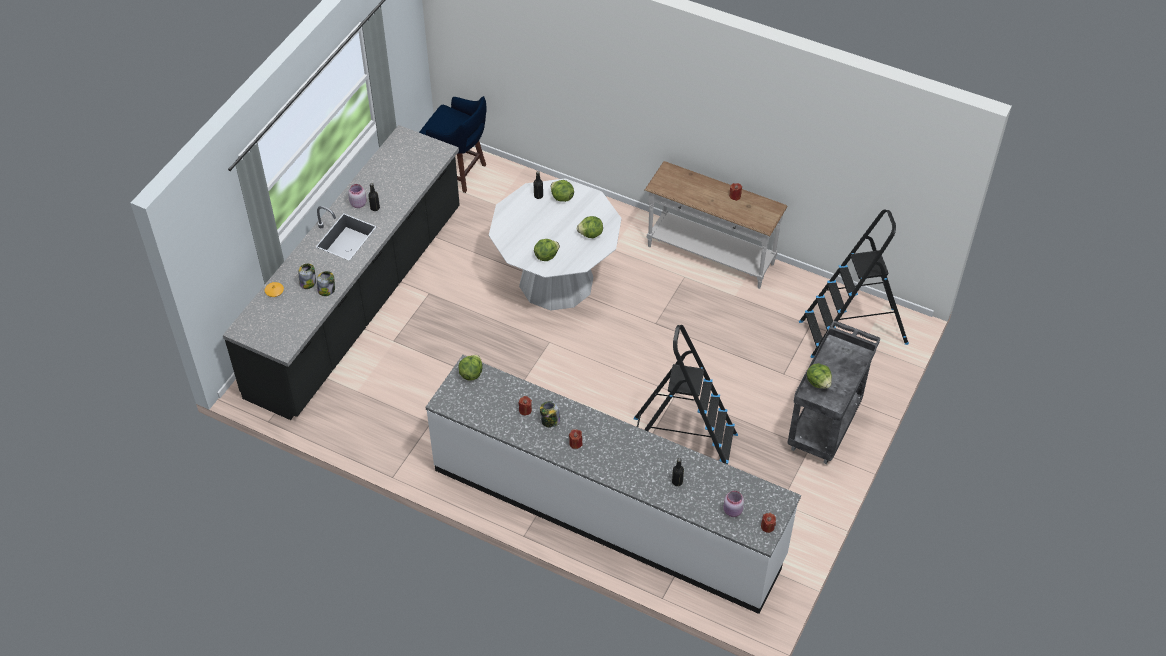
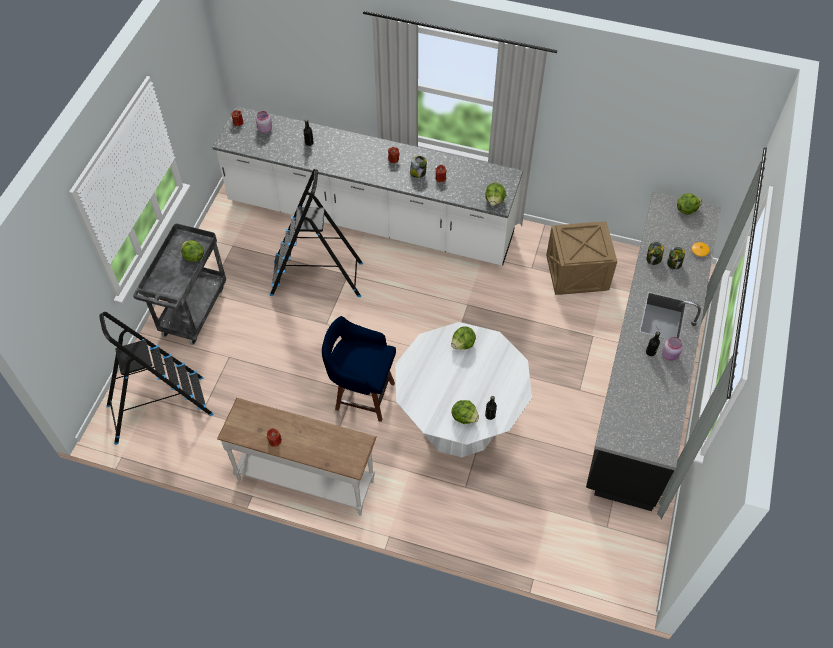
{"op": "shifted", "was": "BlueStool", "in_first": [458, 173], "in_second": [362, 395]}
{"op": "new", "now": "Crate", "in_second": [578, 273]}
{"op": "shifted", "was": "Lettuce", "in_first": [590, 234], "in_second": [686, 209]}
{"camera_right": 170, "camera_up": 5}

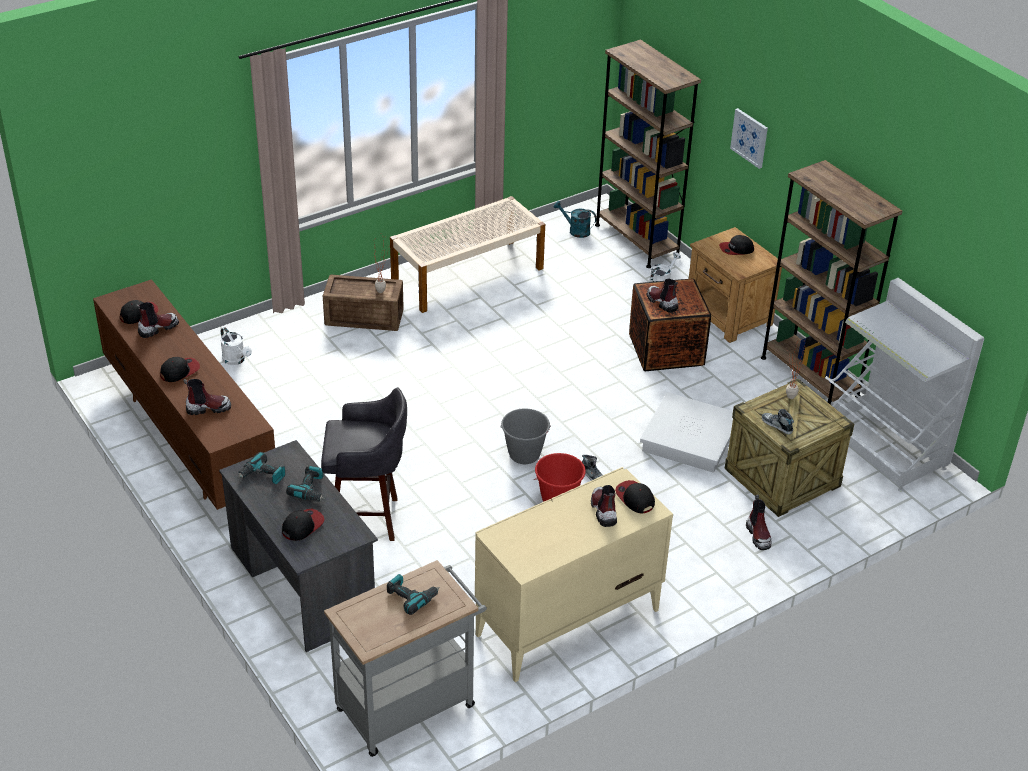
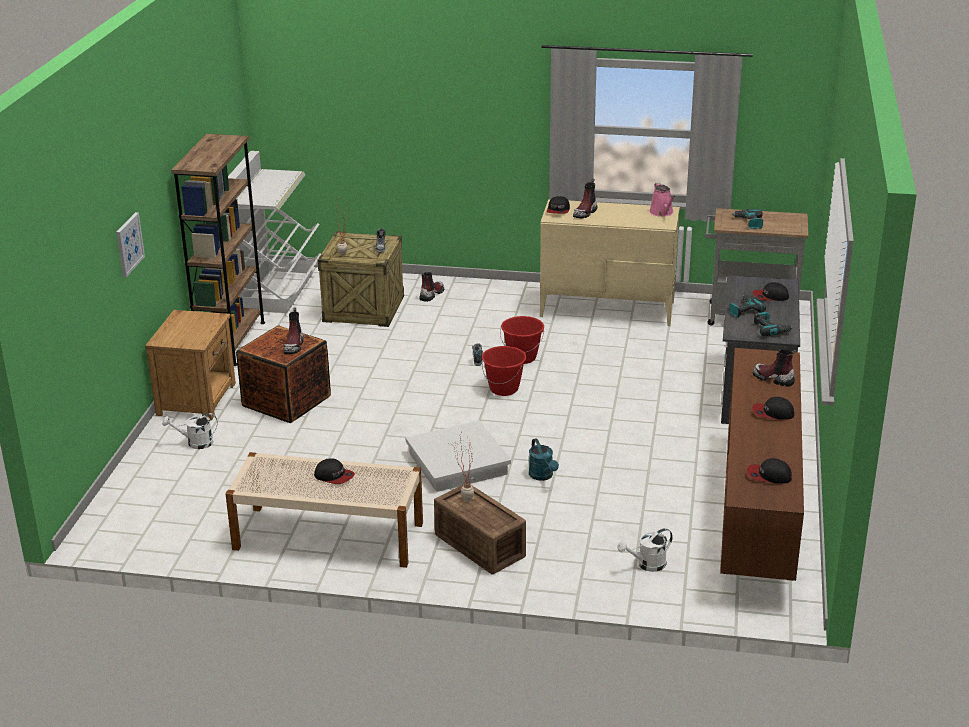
{"op": "shifted", "was": "Cap", "in_first": [736, 249], "in_second": [334, 476]}
{"op": "shifted", "was": "WhiteStorageBox", "in_first": [689, 438], "in_second": [457, 463]}
{"op": "repainted", "was": "GreyBucket", "now": "RedBucket", "in_first": [524, 455], "in_second": [504, 389]}
{"op": "shifted", "was": "TurquoiseWateringCan", "in_first": [575, 231], "in_second": [543, 476]}
{"op": "rotated", "was": "WhiteWateringCan", "in_first": [236, 360], "in_second": [647, 565], "clockwise": -120}
{"op": "new", "now": "PinkWateringCan", "in_second": [662, 212]}
{"op": "gone", "was": "Boot", "in_first": [158, 328]}
{"op": "gone", "was": "GreyStool", "in_first": [368, 519]}
{"op": "gone", "was": "BrownBookcase", "in_first": [636, 240]}
{"camera_right": -135, "camera_up": -10}

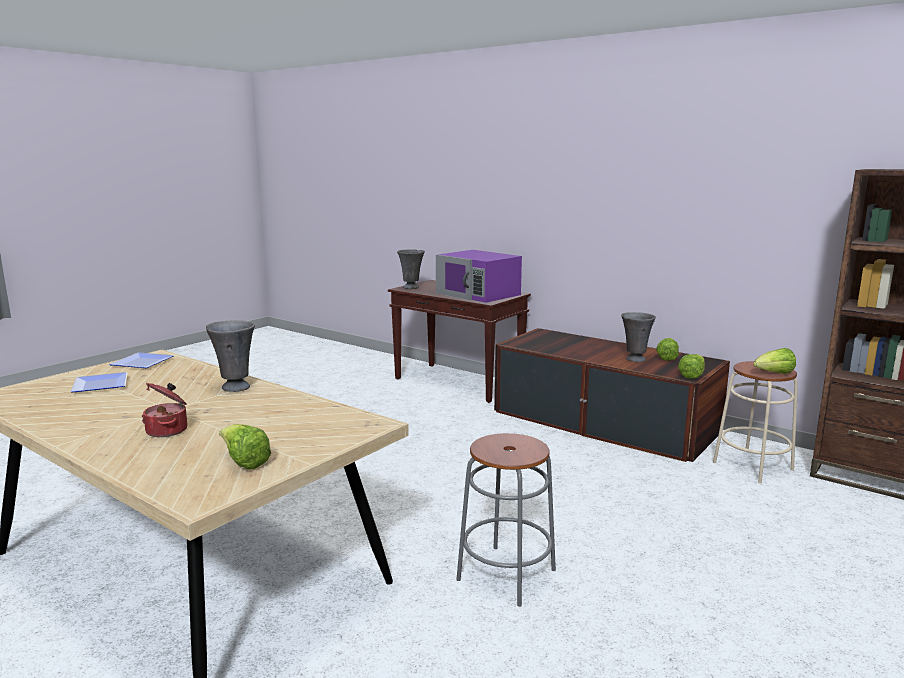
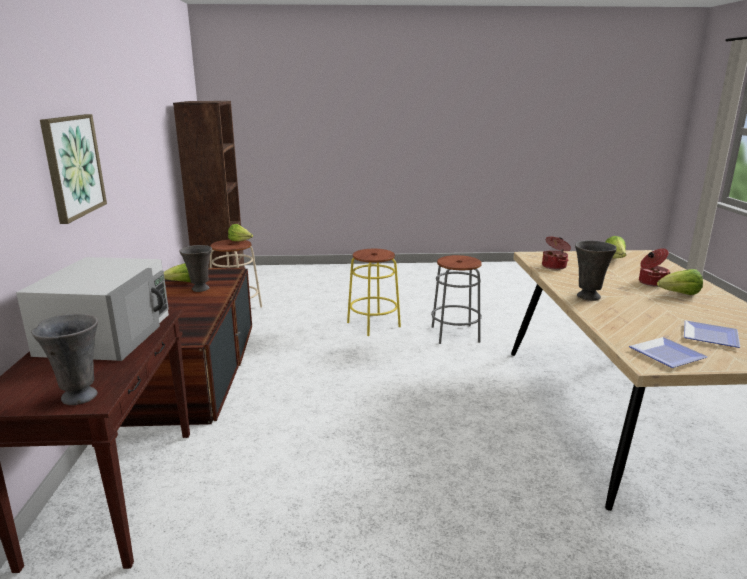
{"op": "repainted", "was": "PurpleMicrowave", "now": "WhiteMicrowave", "in_first": [478, 294], "in_second": [107, 333]}
{"op": "new", "now": "Picture", "in_second": [73, 166]}
{"op": "new", "now": "YellowStool", "in_second": [373, 324]}
{"op": "new", "now": "CookingPot", "in_second": [554, 266]}
{"op": "shifted", "was": "Lettuce", "in_first": [692, 375], "in_second": [679, 294]}
{"camera_right": -130, "camera_up": 5}

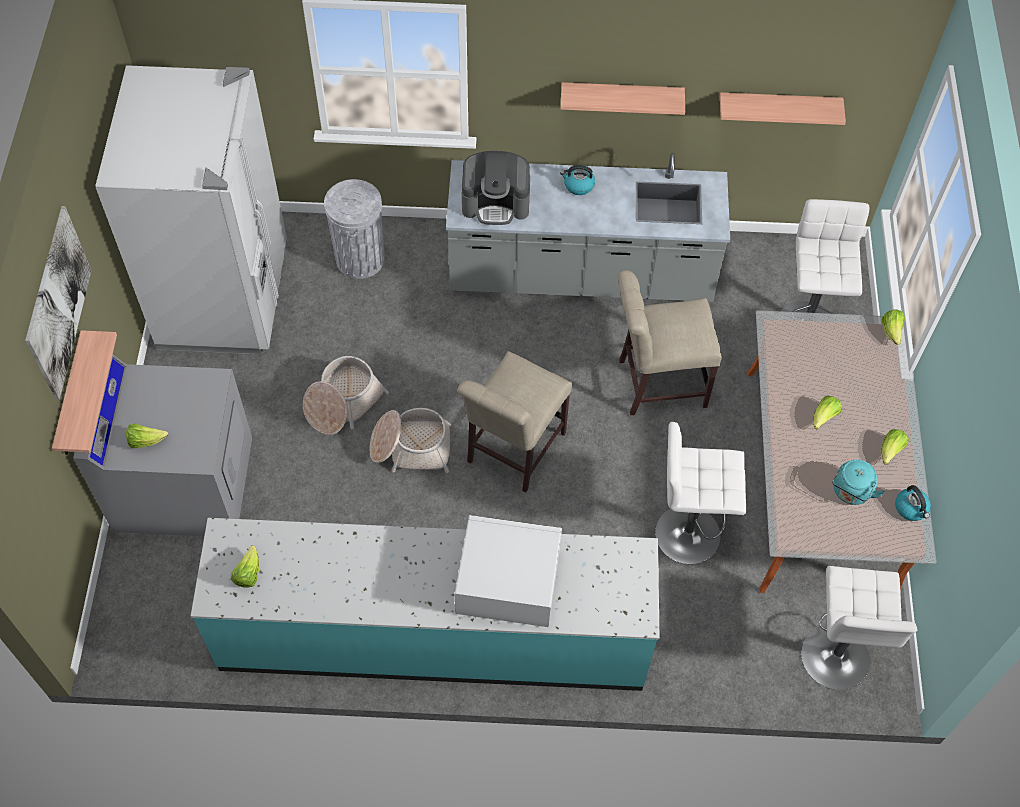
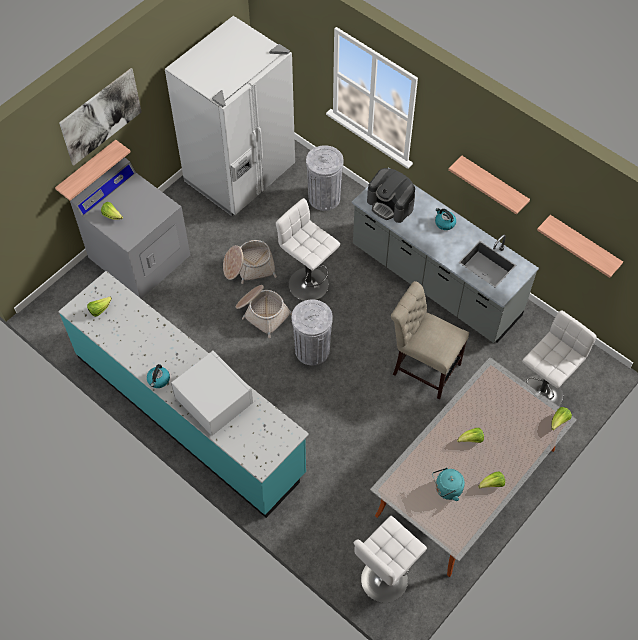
{"op": "shifted", "was": "Kettle", "in_first": [911, 508], "in_second": [158, 380]}
{"op": "shifted", "was": "WhiteStool", "in_first": [687, 534], "in_second": [308, 283]}
{"op": "swapped", "was": "BeigeChair", "now": "GreyTrashCan", "in_first": [512, 451], "in_second": [312, 350]}
{"camera_right": 40, "camera_up": 0}

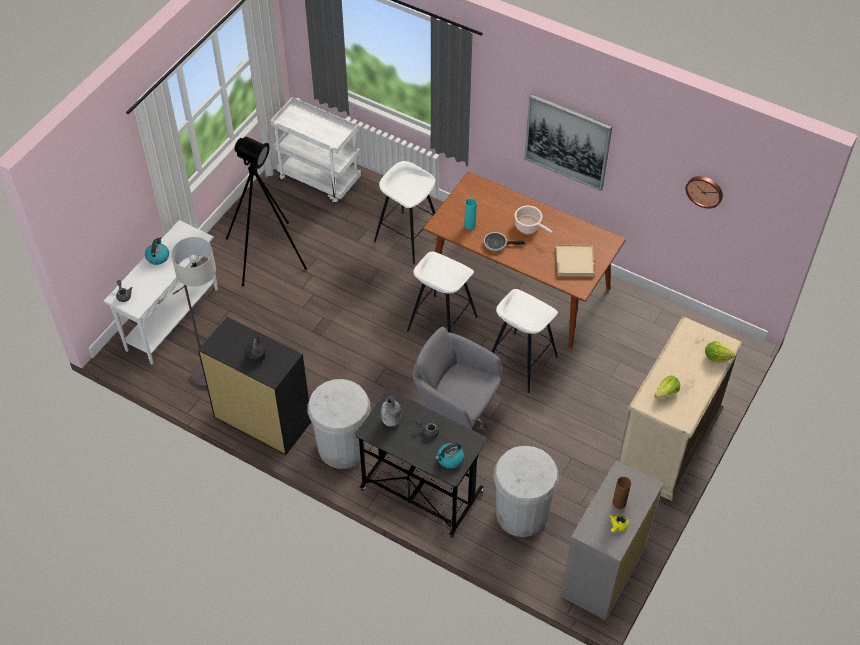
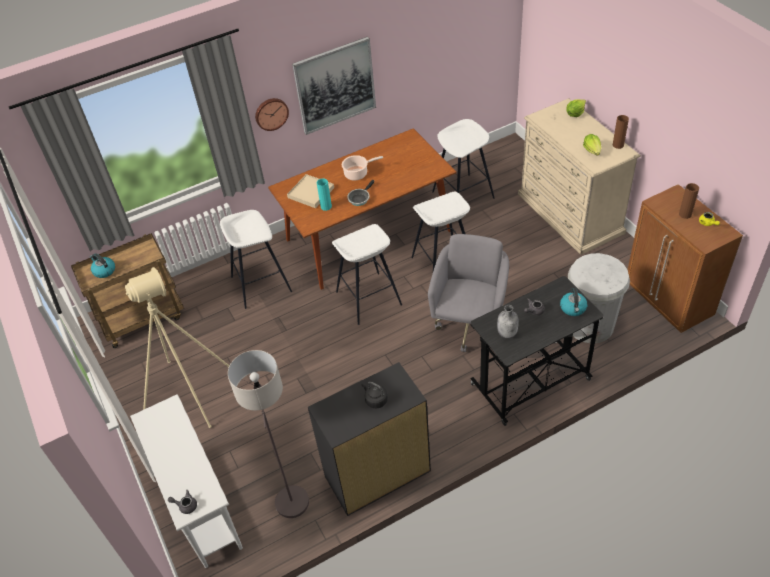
{"op": "repainted", "was": "WhiteCart", "now": "BrownCart", "in_first": [320, 180], "in_second": [143, 318]}
{"op": "shifted", "was": "Kettle", "in_first": [158, 257], "in_second": [104, 271]}
{"op": "repainted", "was": "BlackFloorLamp", "now": "BeigeFloorLamp", "in_first": [266, 254], "in_second": [189, 393]}
{"op": "shifted", "was": "WallClock", "in_first": [705, 190], "in_second": [271, 113]}
{"op": "shifted", "was": "BeigeTray", "in_first": [574, 262], "in_second": [311, 192]}
{"op": "rotated", "was": "GreyOfficeChair", "in_first": [455, 417], "in_second": [469, 328], "clockwise": 135}
{"op": "new", "now": "WhiteStool", "in_second": [463, 195]}
{"op": "new", "now": "BrownVase", "in_second": [618, 145]}
{"op": "repainted", "was": "GreyCabinet", "now": "BrownCabinet", "in_first": [603, 571], "in_second": [669, 297]}
{"op": "gone", "was": "WhiteTrashCan", "in_first": [342, 447]}
{"camera_right": -55, "camera_up": -5}

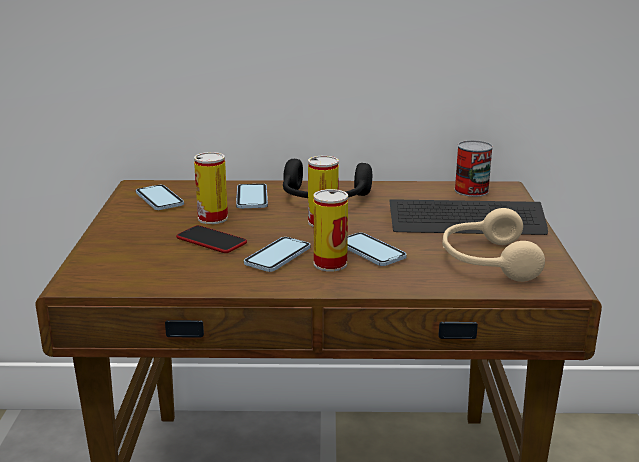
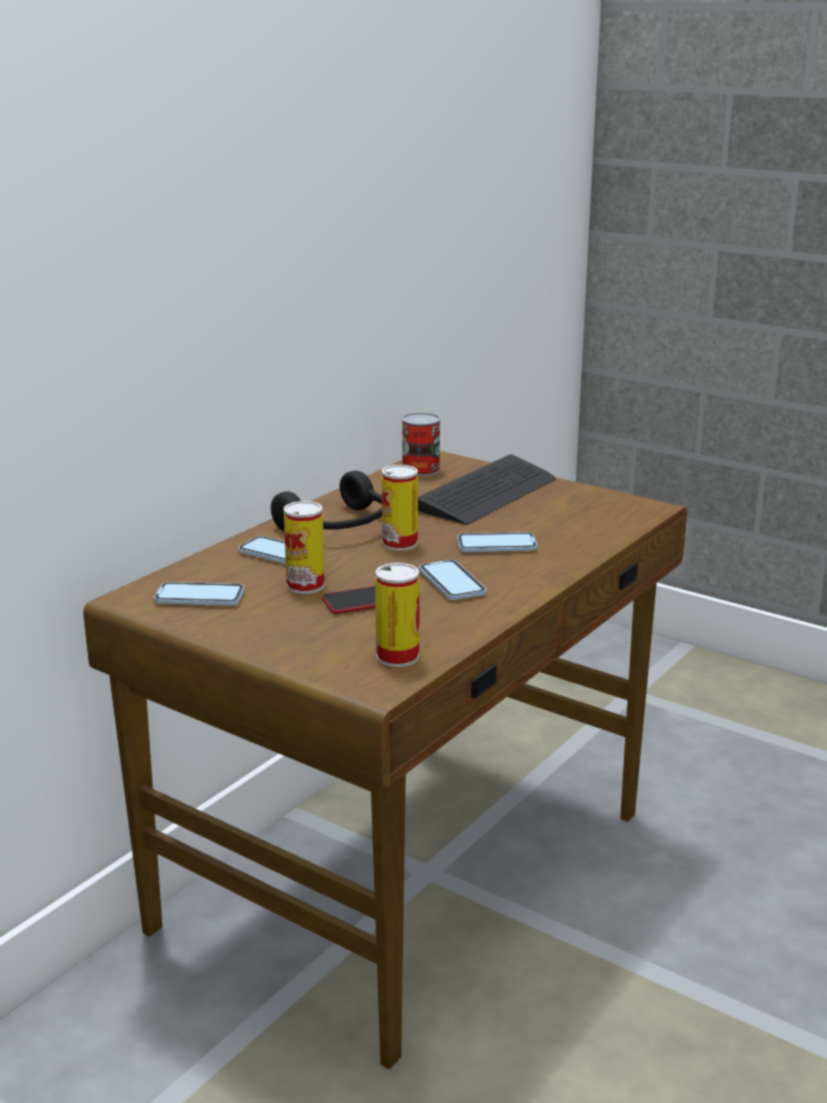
{"op": "shifted", "was": "Can", "in_first": [330, 264], "in_second": [397, 656]}
{"op": "gone", "was": "BeigeHeadphones", "in_first": [486, 261]}
{"camera_right": -55, "camera_up": 0}

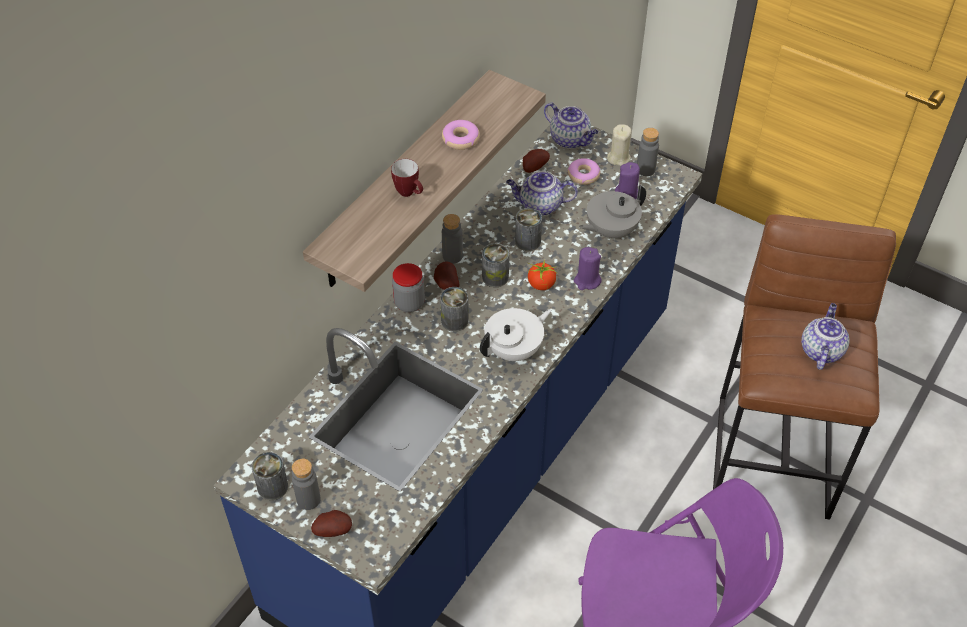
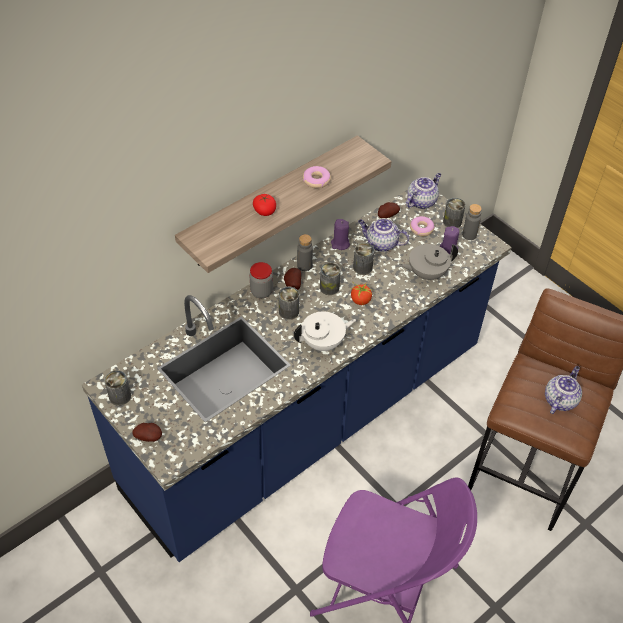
{"op": "swapped", "was": "Mug", "now": "Tomato", "in_first": [409, 193], "in_second": [264, 211]}
{"op": "shifted", "was": "PurpleCandle", "in_first": [587, 281], "in_second": [340, 244]}
{"op": "rotated", "was": "Teapot", "in_first": [570, 139], "in_second": [421, 201], "clockwise": -105}
{"op": "swapped", "was": "BeigeCandle", "now": "Can", "in_first": [618, 158], "in_second": [452, 222]}
{"op": "gone", "was": "GreyBottle", "in_first": [308, 499]}
{"camera_right": 15, "camera_up": 0}

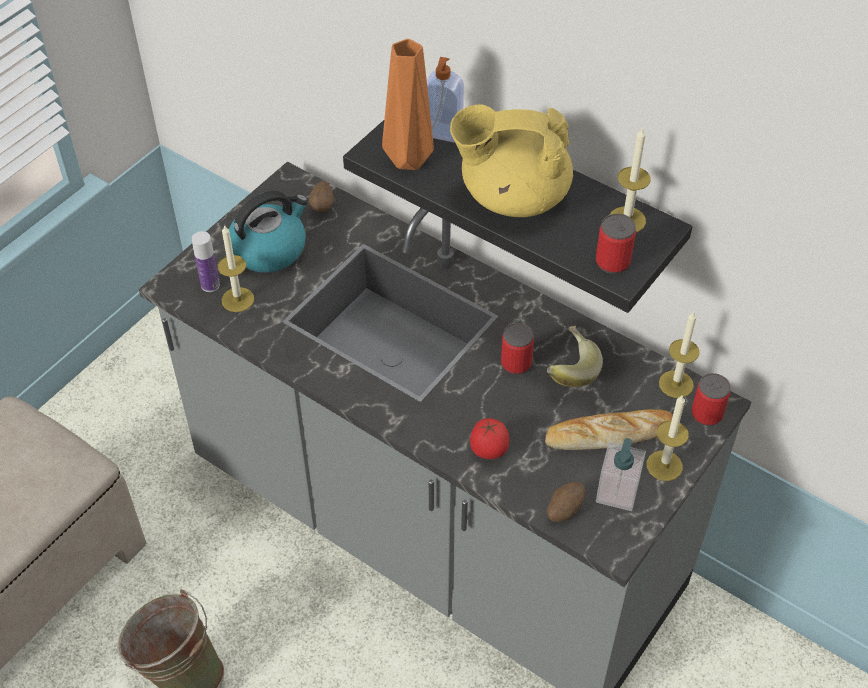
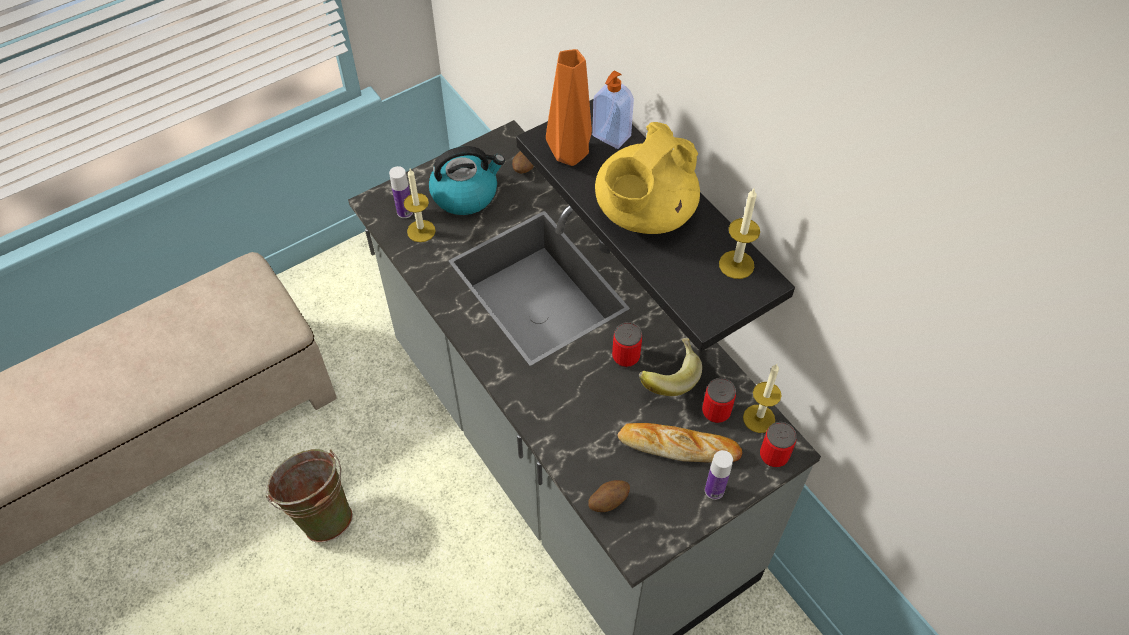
{"op": "rotated", "was": "YellowTeapot", "in_first": [512, 197], "in_second": [643, 213], "clockwise": -75}
{"op": "shifted", "was": "Can", "in_first": [612, 262], "in_second": [716, 411]}
{"op": "swapped", "was": "Candle", "now": "Bottle", "in_first": [664, 465], "in_second": [714, 490]}
{"op": "gone", "was": "Tomato", "in_first": [489, 451]}
{"op": "gone", "was": "SoapDispenser", "in_first": [617, 492]}
{"camera_right": 20, "camera_up": 5}

